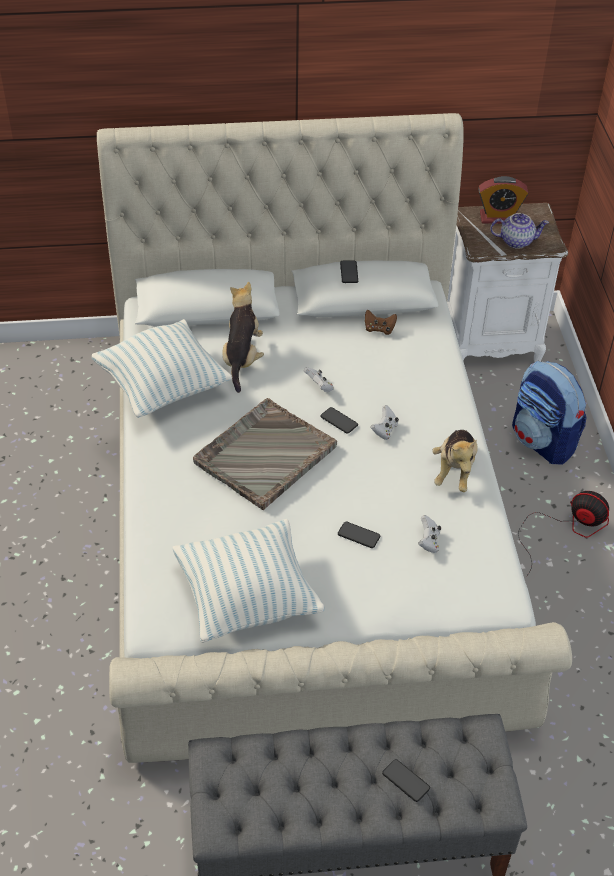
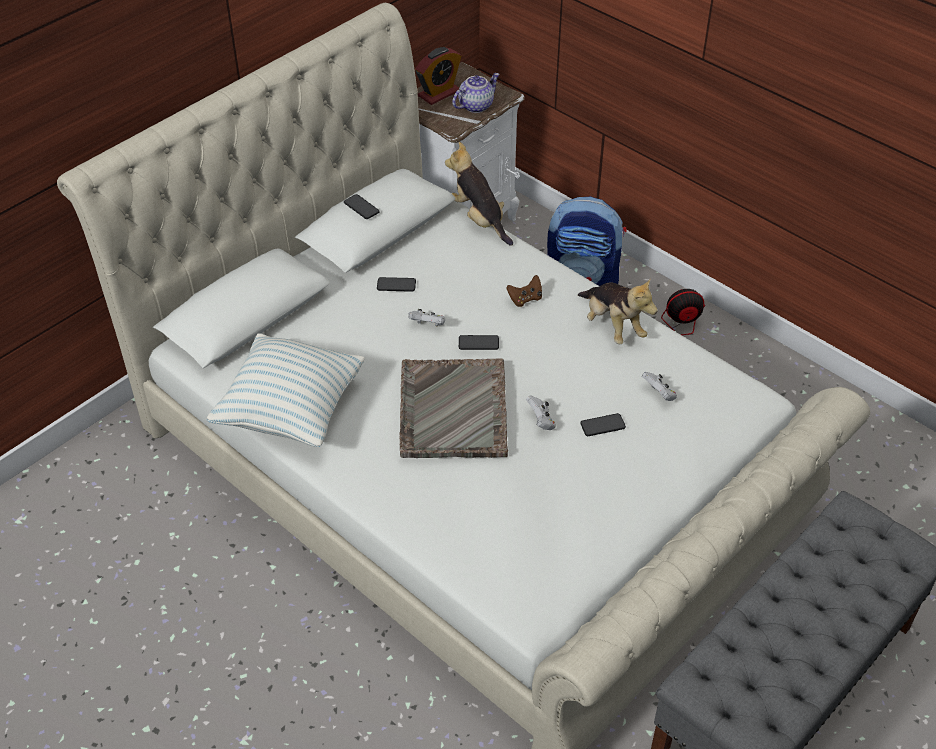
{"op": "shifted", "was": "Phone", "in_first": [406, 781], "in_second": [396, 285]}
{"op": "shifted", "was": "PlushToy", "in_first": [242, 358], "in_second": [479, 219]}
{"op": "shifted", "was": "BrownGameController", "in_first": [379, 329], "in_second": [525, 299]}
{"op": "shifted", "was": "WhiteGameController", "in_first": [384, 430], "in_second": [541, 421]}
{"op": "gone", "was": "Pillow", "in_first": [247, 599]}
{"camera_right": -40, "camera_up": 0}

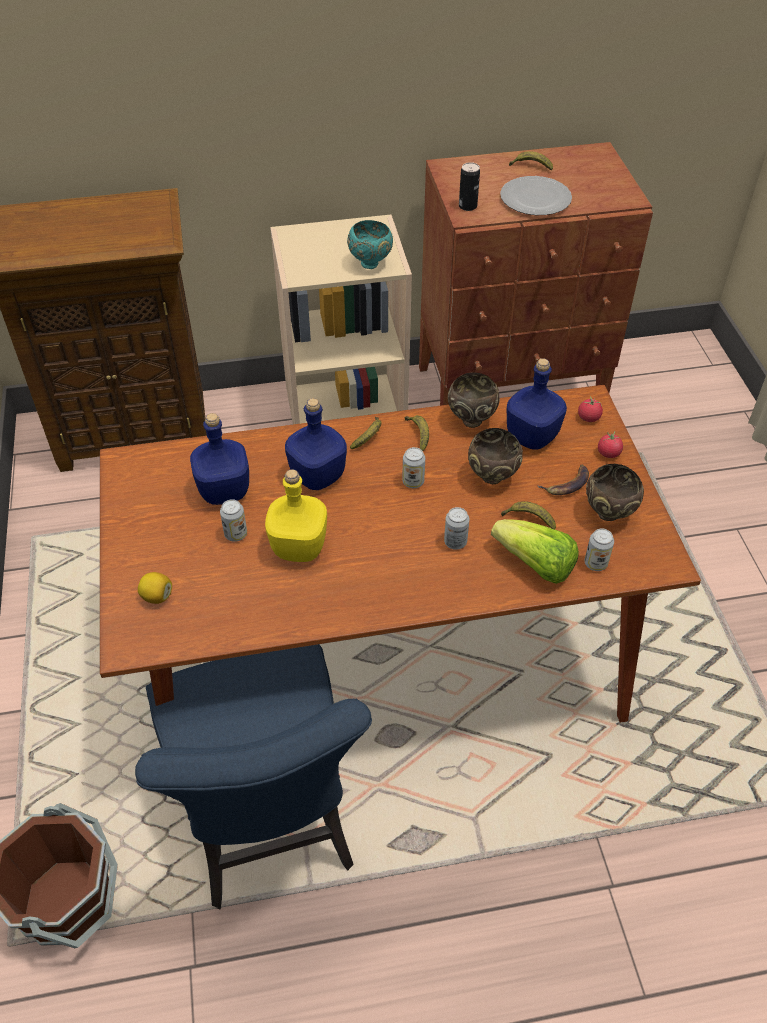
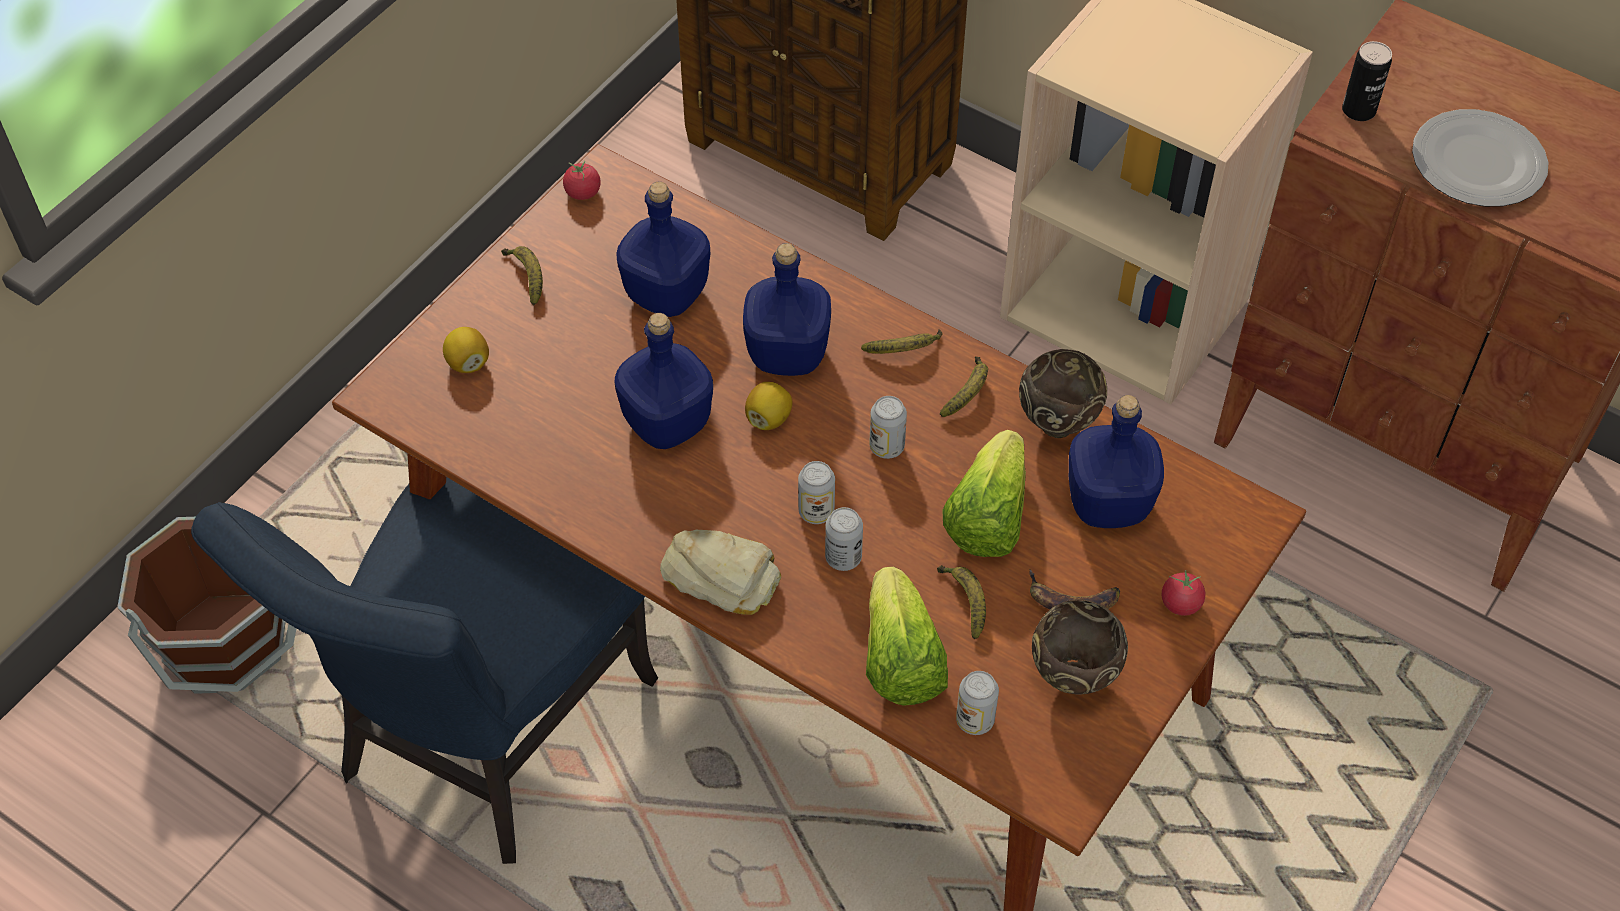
{"op": "shifted", "was": "Banana", "in_first": [531, 166], "in_second": [527, 277]}
{"op": "shifted", "was": "Tomato", "in_first": [588, 418], "in_second": [583, 192]}
{"op": "repainted", "was": "YellowBottle", "now": "BlueBottle", "in_first": [300, 547], "in_second": [668, 424]}
{"op": "new", "now": "Bread", "in_second": [721, 575]}
{"op": "new", "now": "Lemon", "in_second": [769, 418]}
{"op": "shifted", "was": "Can", "in_first": [236, 534], "in_second": [816, 511]}
{"op": "swapped", "was": "BrownBowl", "now": "Lettuce", "in_first": [492, 478], "in_second": [987, 517]}
{"op": "gone", "was": "TurquoiseBowl", "in_first": [371, 264]}
{"camera_right": 45, "camera_up": 5}

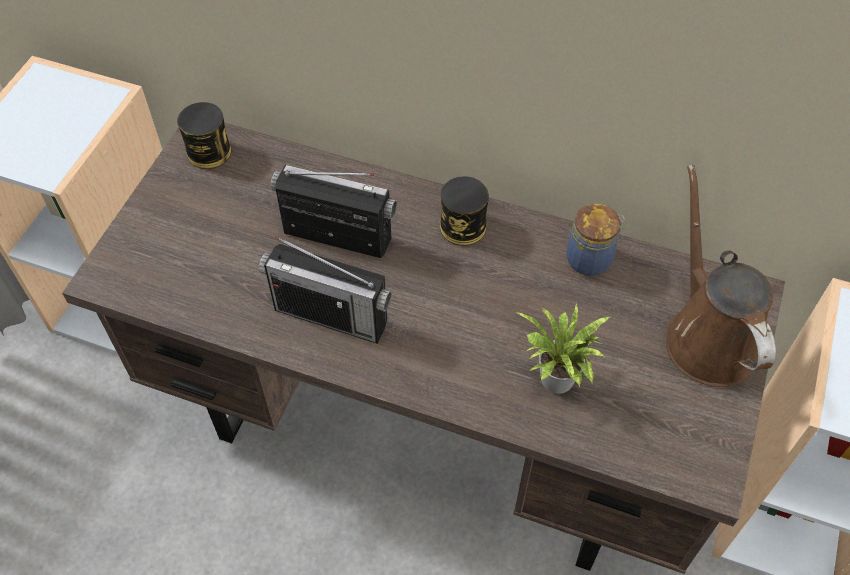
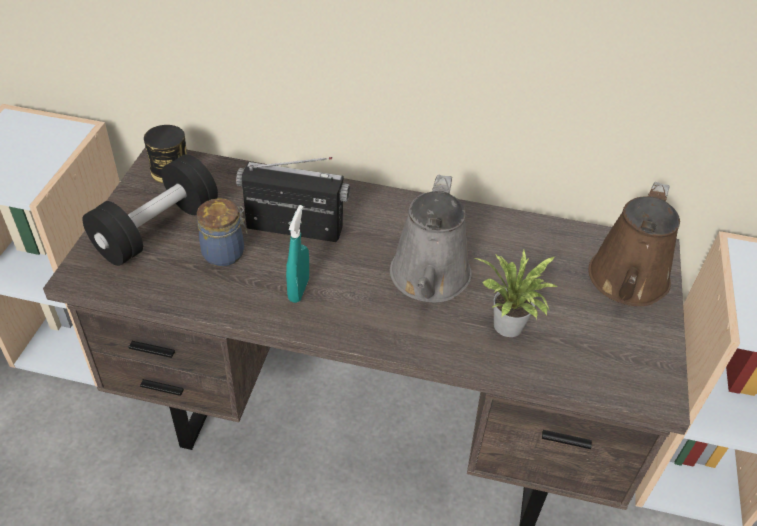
{"op": "new", "now": "BlackDumbbell", "in_second": [157, 230]}
{"op": "shifted", "was": "Jar", "in_first": [591, 259], "in_second": [225, 253]}
{"op": "swapped", "was": "Radio", "now": "TurquoiseSprayBottle", "in_first": [331, 315], "in_second": [298, 290]}
{"op": "new", "now": "GreyWateringCan", "in_second": [429, 279]}
{"op": "rotated", "was": "BrownWateringCan", "in_first": [707, 335], "in_second": [627, 283], "clockwise": -135}
{"op": "gone", "was": "Can", "in_first": [463, 227]}
{"camera_right": -10, "camera_up": -10}

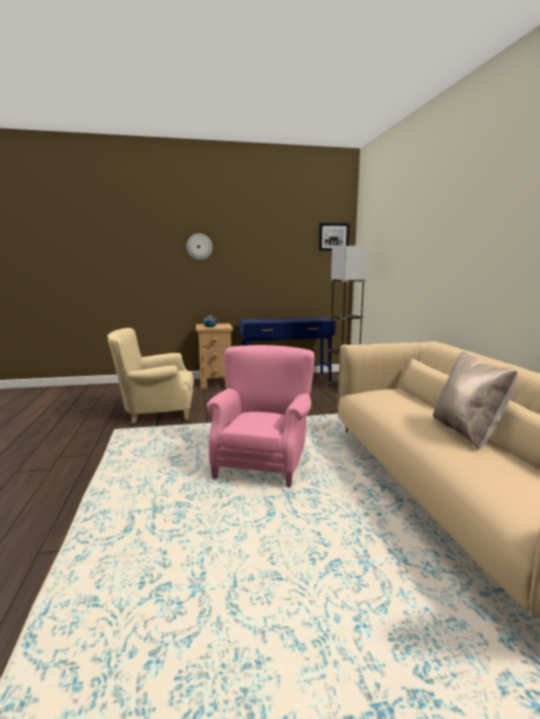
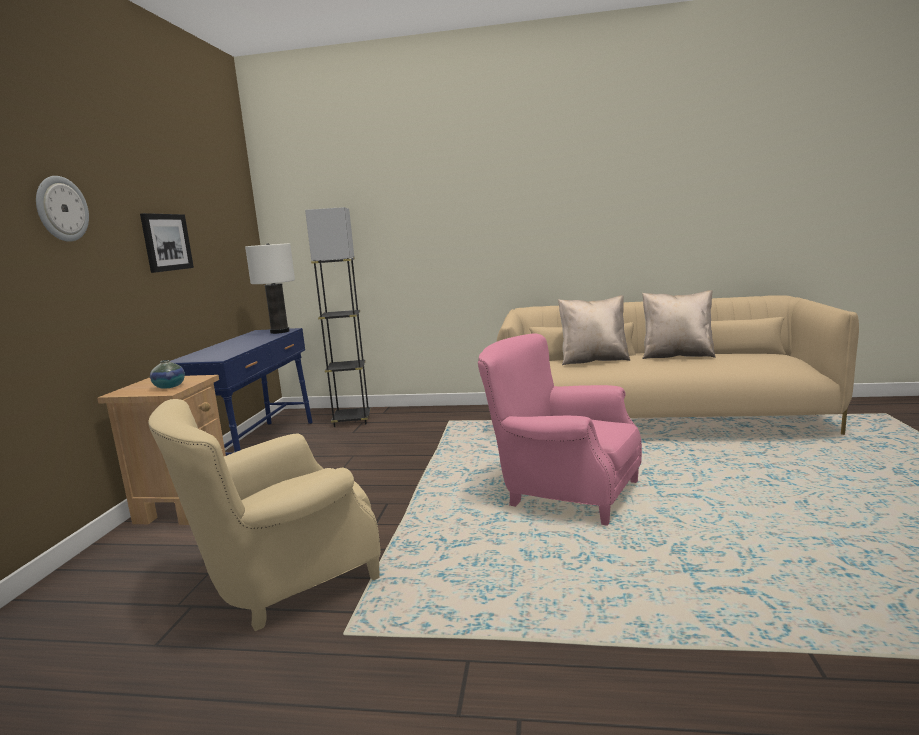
{"op": "shifted", "was": "Picture", "in_first": [333, 237], "in_second": [166, 242]}
{"op": "rotated", "was": "BeigeArmchair", "in_first": [156, 411], "in_second": [282, 579], "clockwise": 45}
{"op": "new", "now": "WhiteTableLamp", "in_second": [280, 332]}
{"op": "new", "now": "BeigePillow", "in_second": [593, 360]}
{"camera_right": -70, "camera_up": 0}

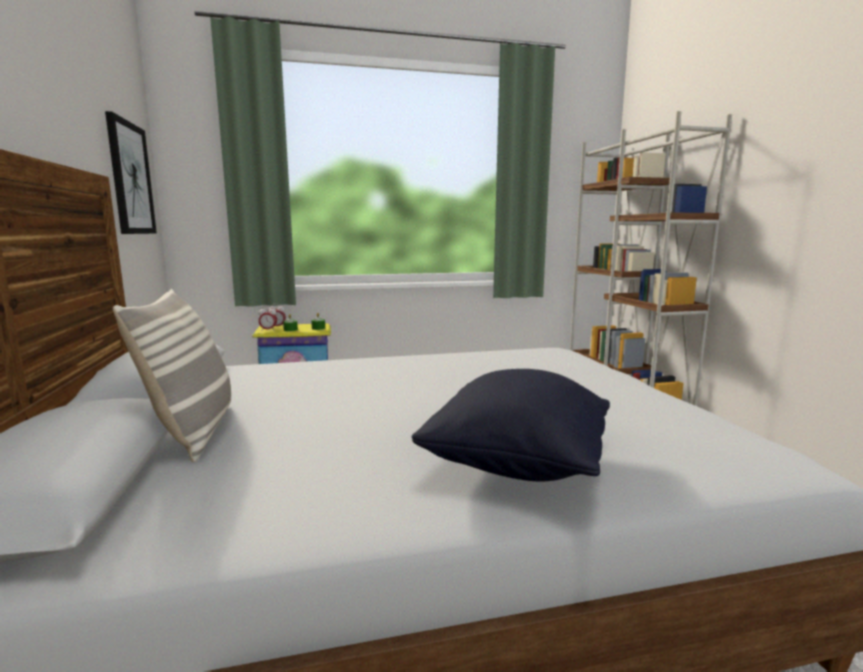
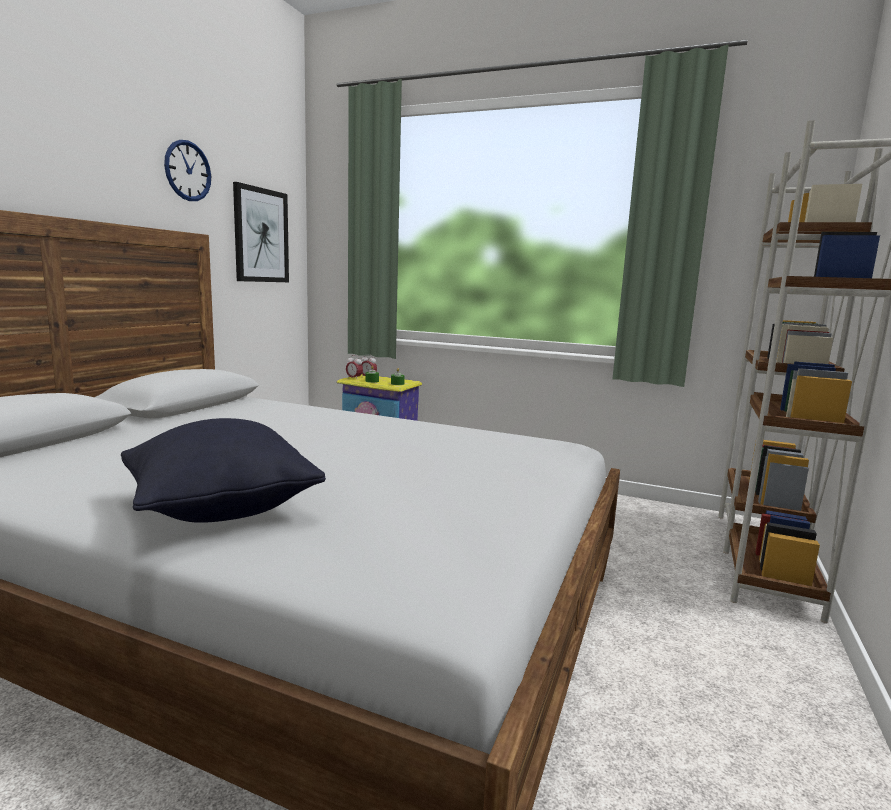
{"op": "new", "now": "WallClock", "in_second": [188, 171]}
{"op": "gone", "was": "Pillow", "in_first": [194, 431]}
{"camera_right": 35, "camera_up": 0}

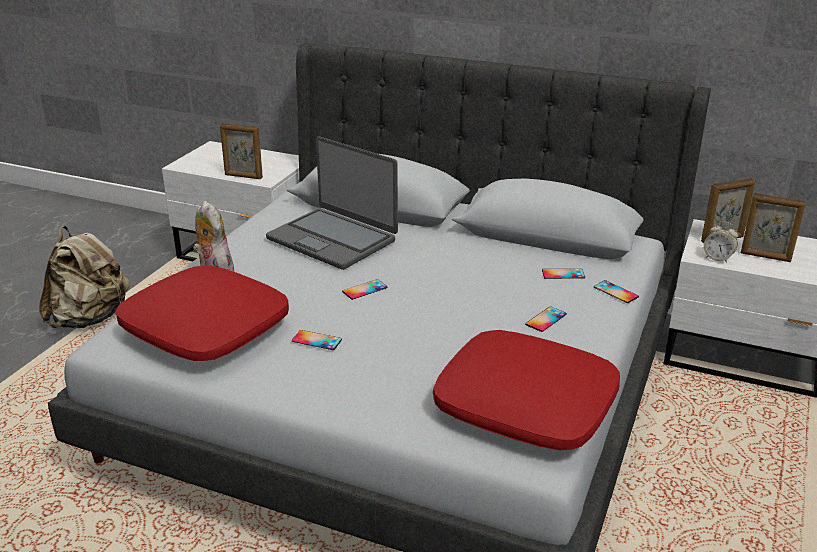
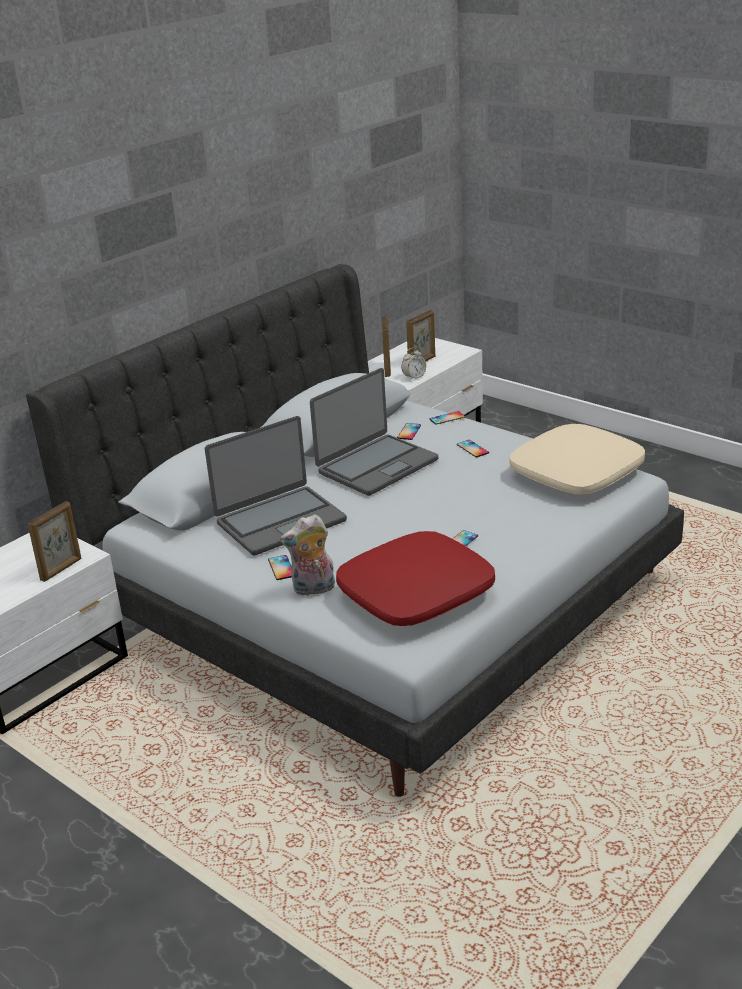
{"op": "shifted", "was": "Phone", "in_first": [364, 289], "in_second": [281, 568]}
{"op": "new", "now": "Laptop", "in_second": [376, 466]}
{"op": "repainted", "was": "RedPillow", "now": "BeigePillow", "in_first": [526, 405], "in_second": [576, 473]}
{"op": "gone", "was": "BeigeBackpack", "in_first": [90, 319]}
{"camera_right": -70, "camera_up": 0}

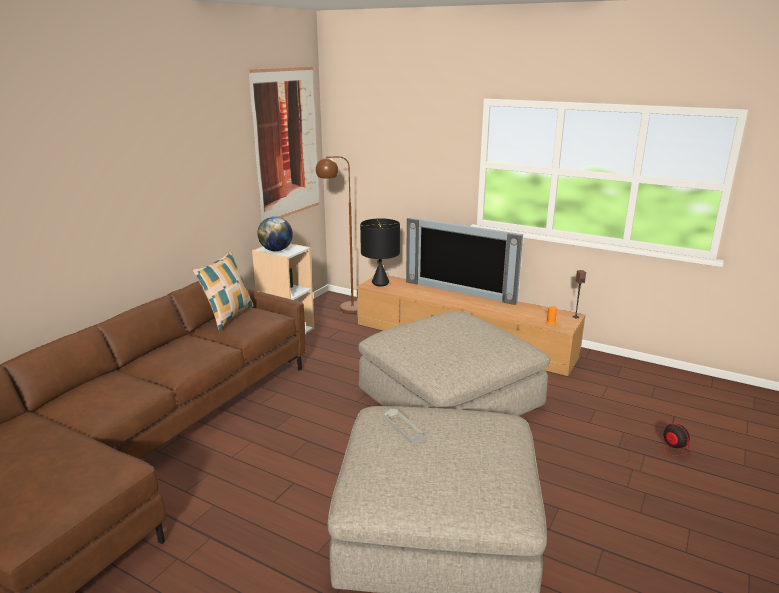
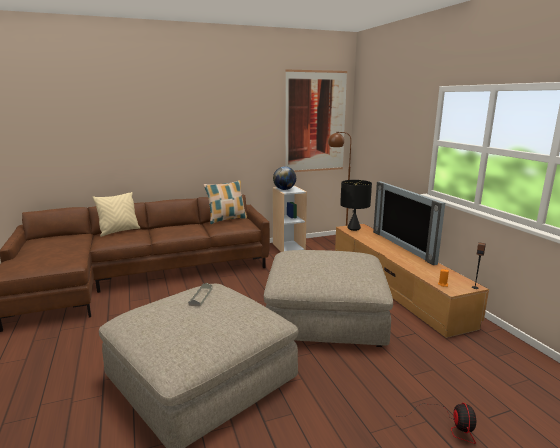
{"op": "new", "now": "BeigePillow", "in_second": [119, 231]}
{"camera_right": 40, "camera_up": -5}

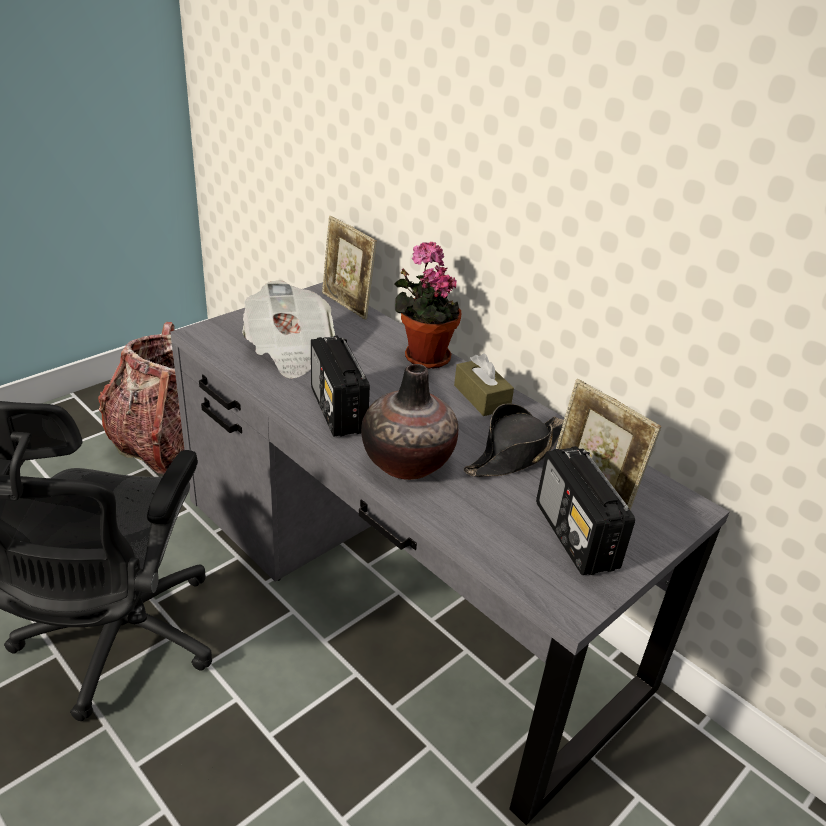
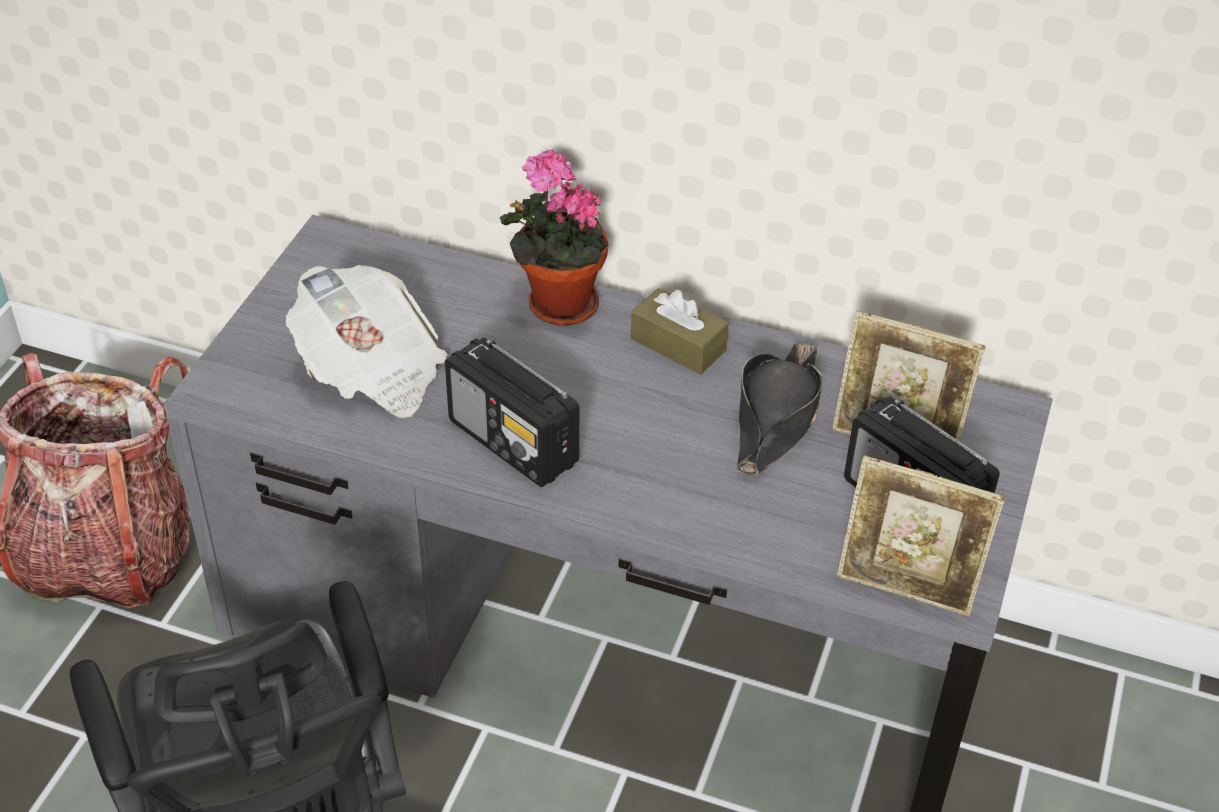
{"op": "shifted", "was": "PictureFrame", "in_first": [347, 305], "in_second": [905, 590]}
{"op": "gone", "was": "Vase", "in_first": [408, 462]}
{"camera_right": -25, "camera_up": 10}

